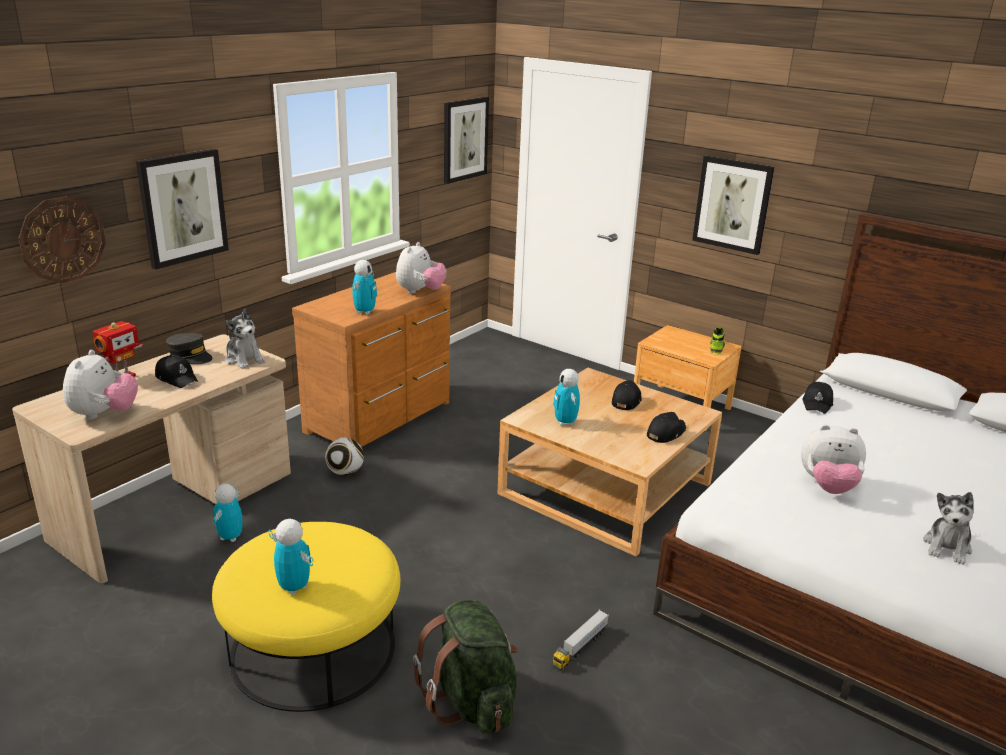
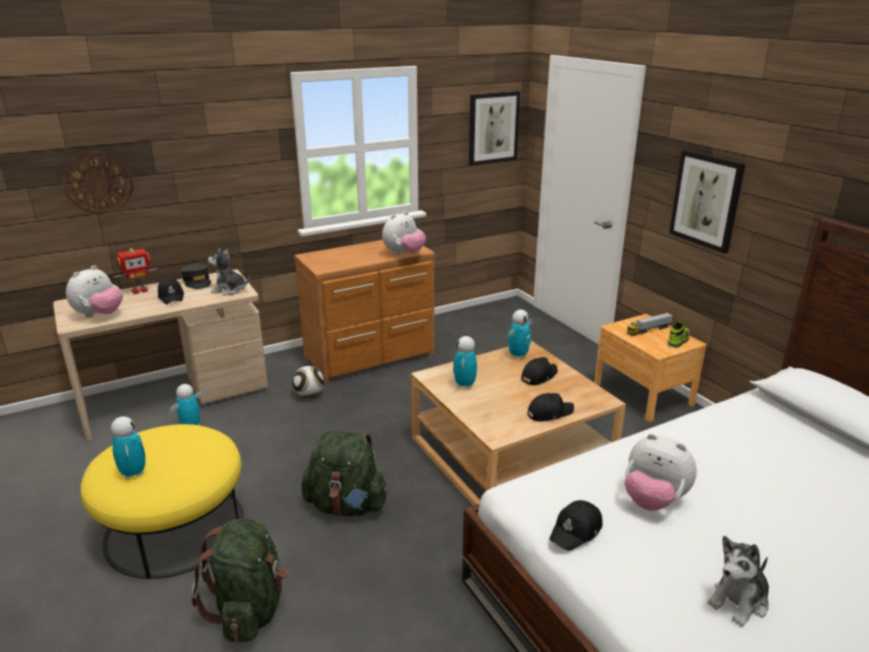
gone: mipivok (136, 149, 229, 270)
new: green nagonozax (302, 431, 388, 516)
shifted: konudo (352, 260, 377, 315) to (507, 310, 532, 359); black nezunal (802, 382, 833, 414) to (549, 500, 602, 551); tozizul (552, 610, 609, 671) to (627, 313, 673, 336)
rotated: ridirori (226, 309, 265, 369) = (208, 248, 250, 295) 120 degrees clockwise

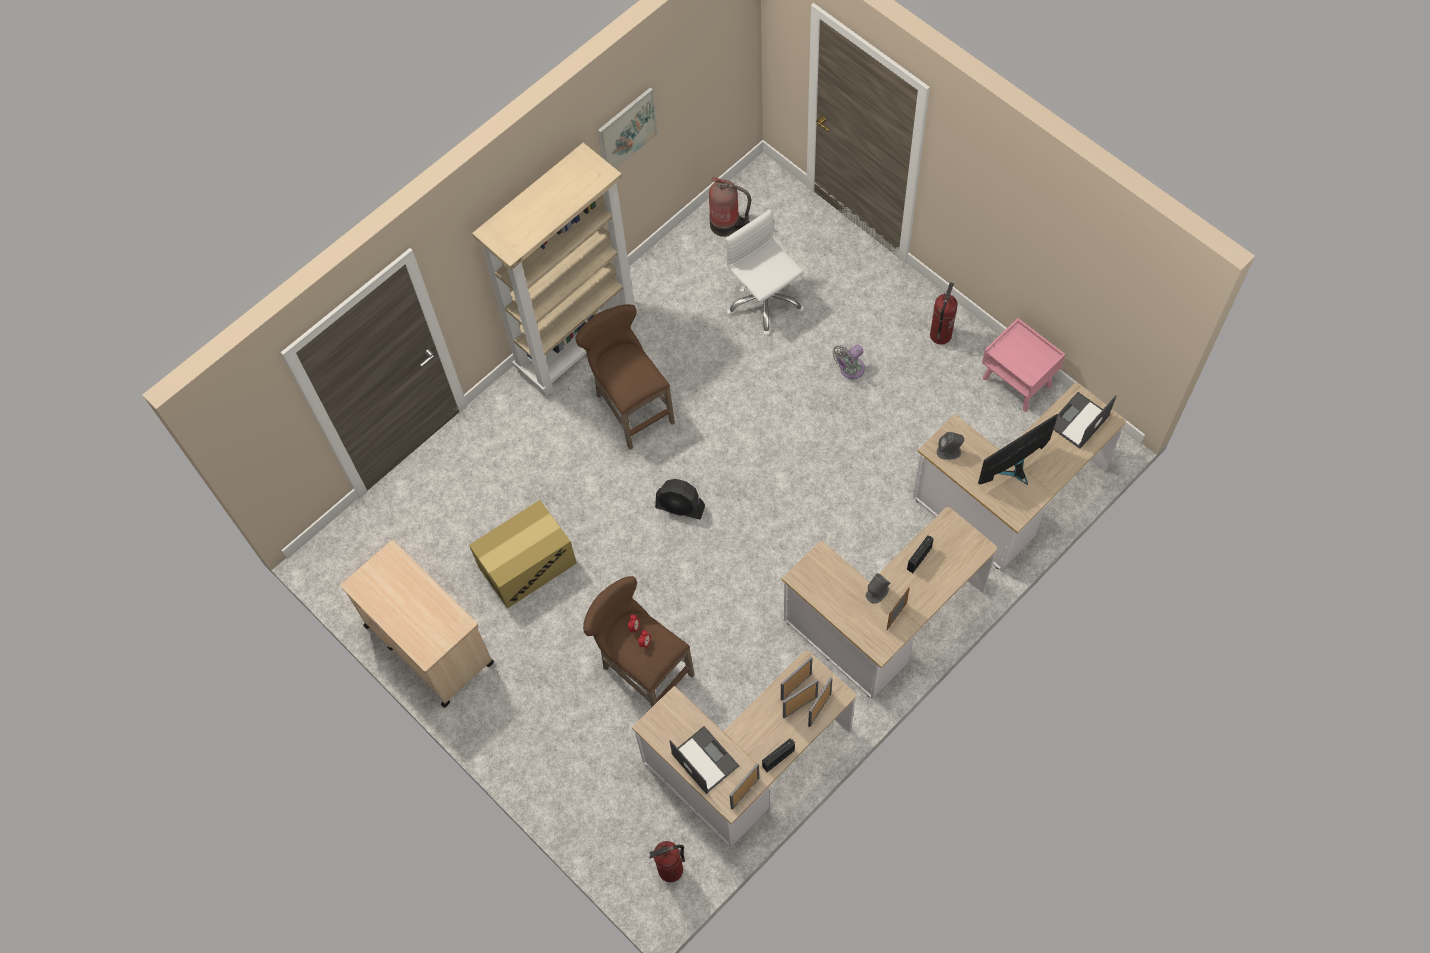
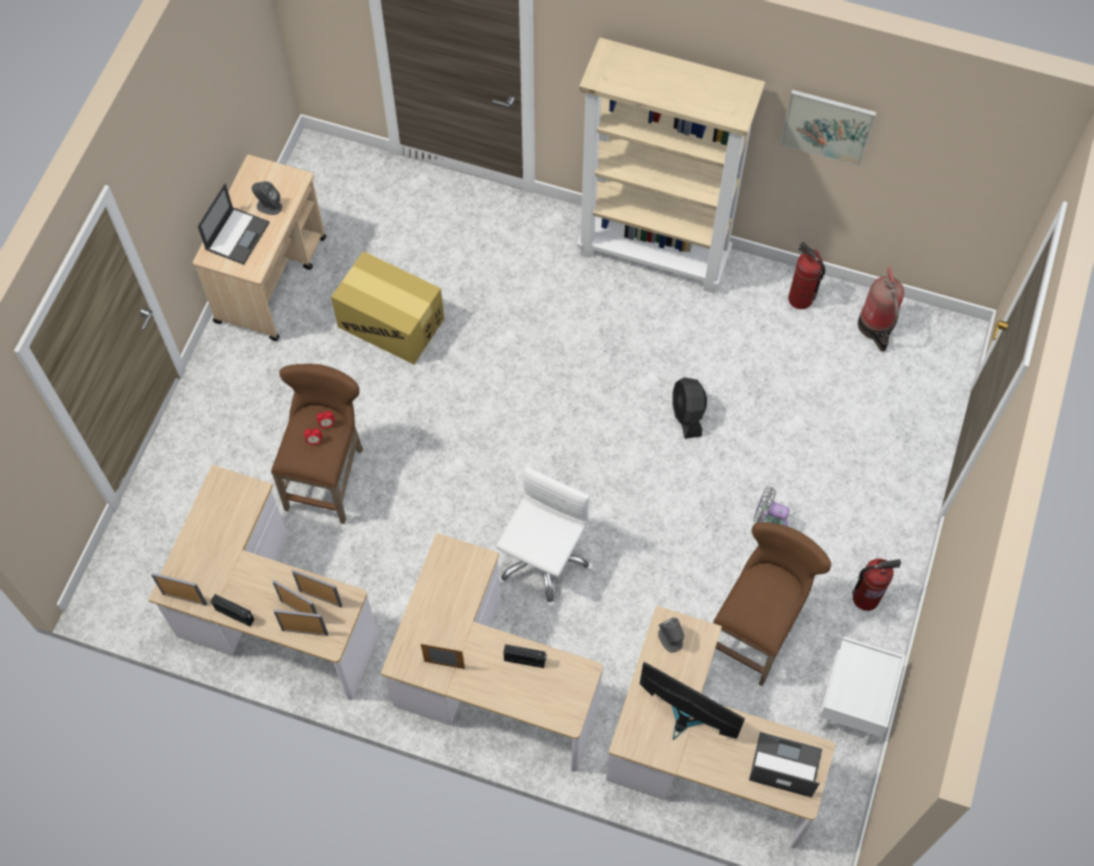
shifted: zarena (669, 726, 739, 794) to (198, 183, 269, 265); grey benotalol (866, 573, 891, 604) to (252, 181, 282, 215); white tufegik (725, 209, 804, 336) to (496, 467, 593, 607); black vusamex (655, 479, 705, 519) to (673, 377, 707, 439); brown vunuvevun (575, 304, 675, 450) to (713, 522, 831, 686); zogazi (649, 841, 685, 882) to (788, 241, 825, 309)
repainted: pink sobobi (982, 318, 1065, 412) to white sobobi (819, 637, 906, 745)

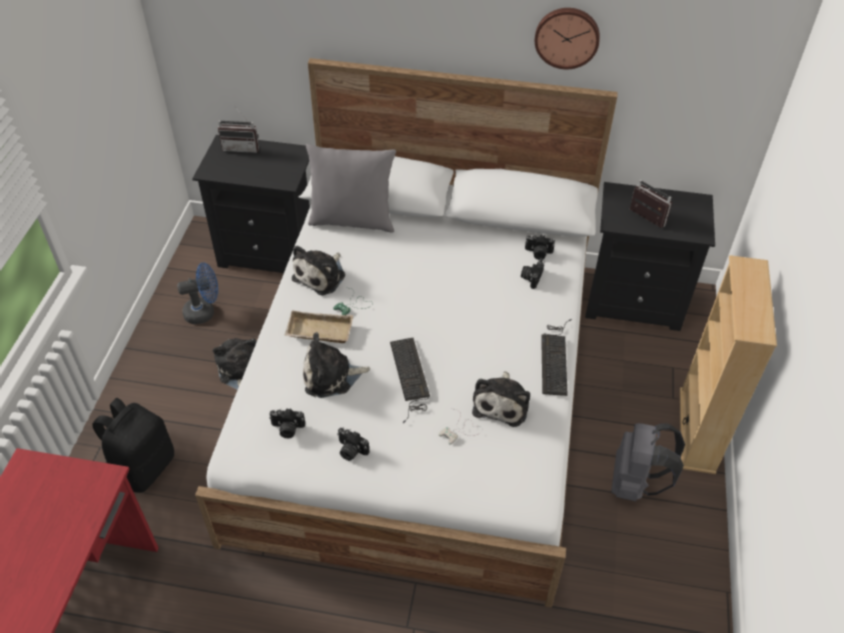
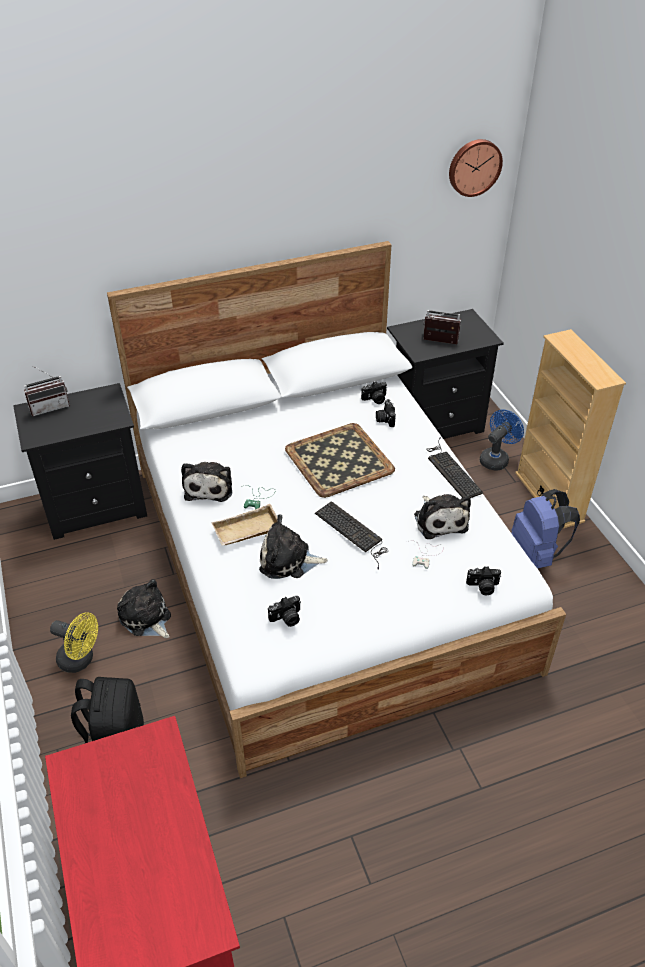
gone: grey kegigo (306, 144, 396, 233)
new: yellow vusamex (50, 612, 98, 673); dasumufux (285, 423, 395, 498)
shifted: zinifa (535, 8, 600, 69) to (449, 139, 503, 197); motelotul (337, 428, 370, 461) to (466, 566, 501, 595); blue vusamex (177, 263, 218, 324) to (480, 410, 524, 471)
repainted: grey nagonozax (611, 423, 685, 502) to blue nagonozax (511, 489, 580, 569)
rotated: ridirori (303, 332, 370, 398) = (259, 514, 328, 579) 45 degrees clockwise

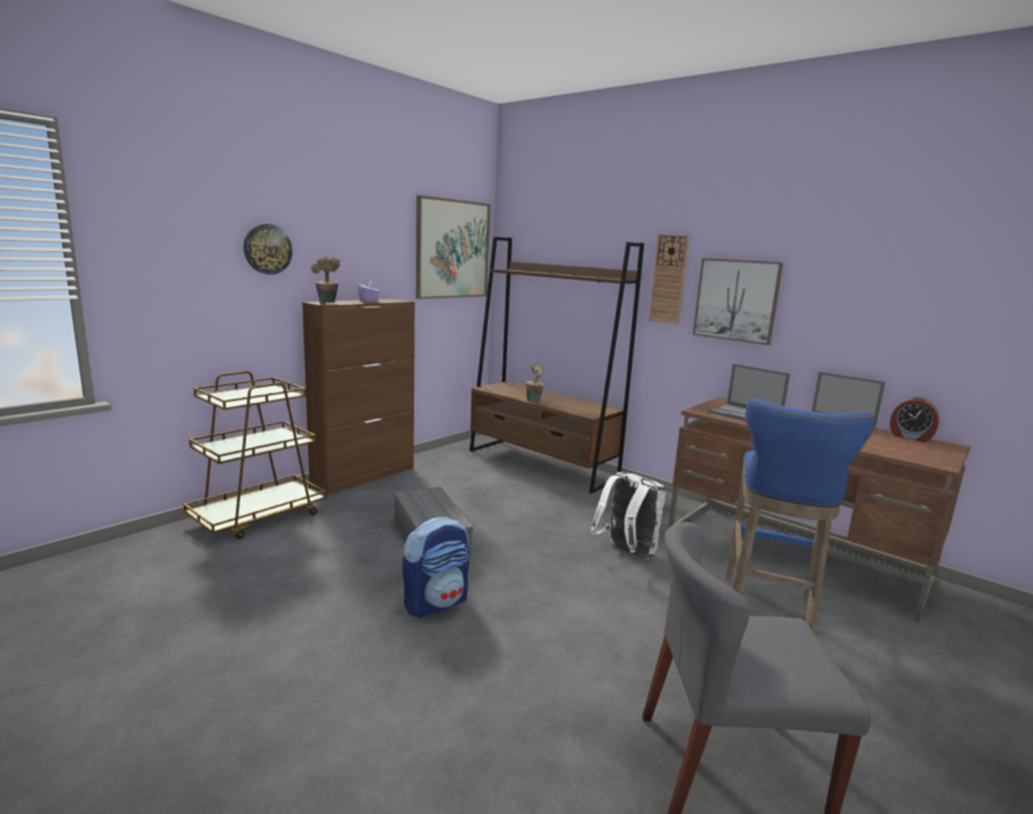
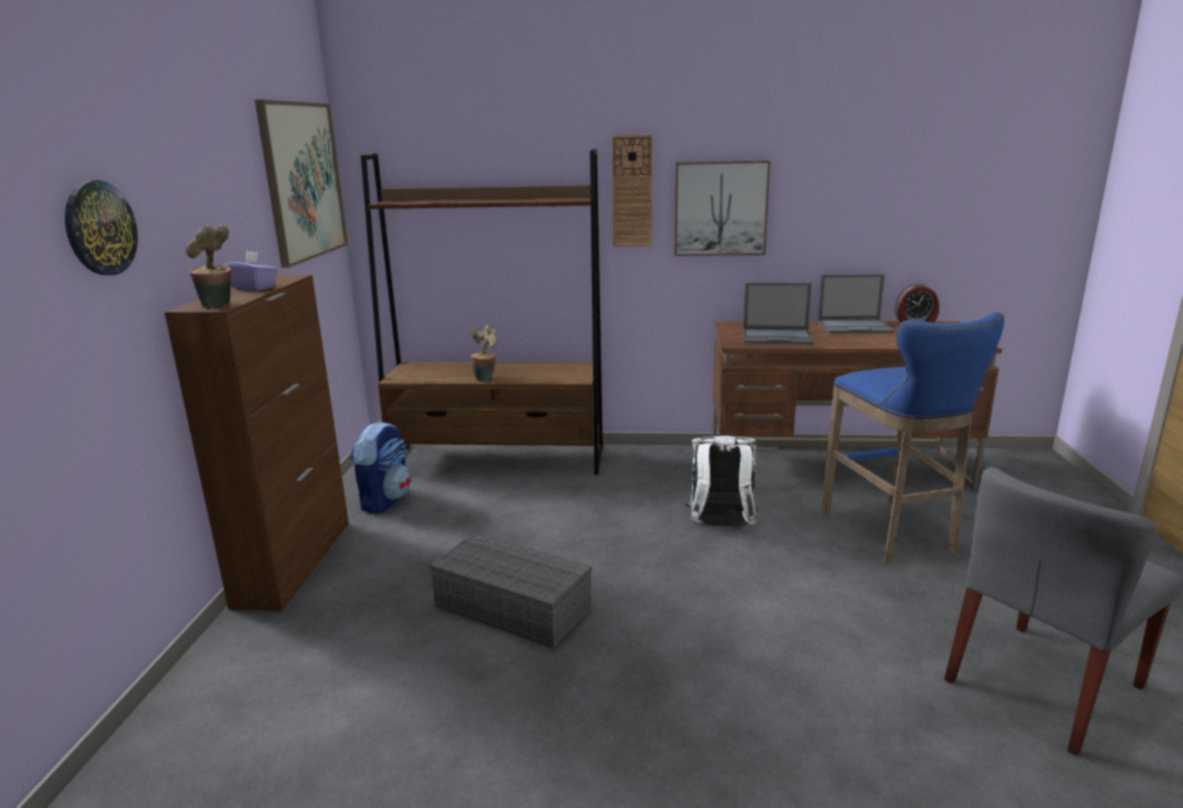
gone: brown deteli (184, 371, 326, 539)
shifted: nagonozax (402, 517, 470, 617) to (350, 421, 411, 514)

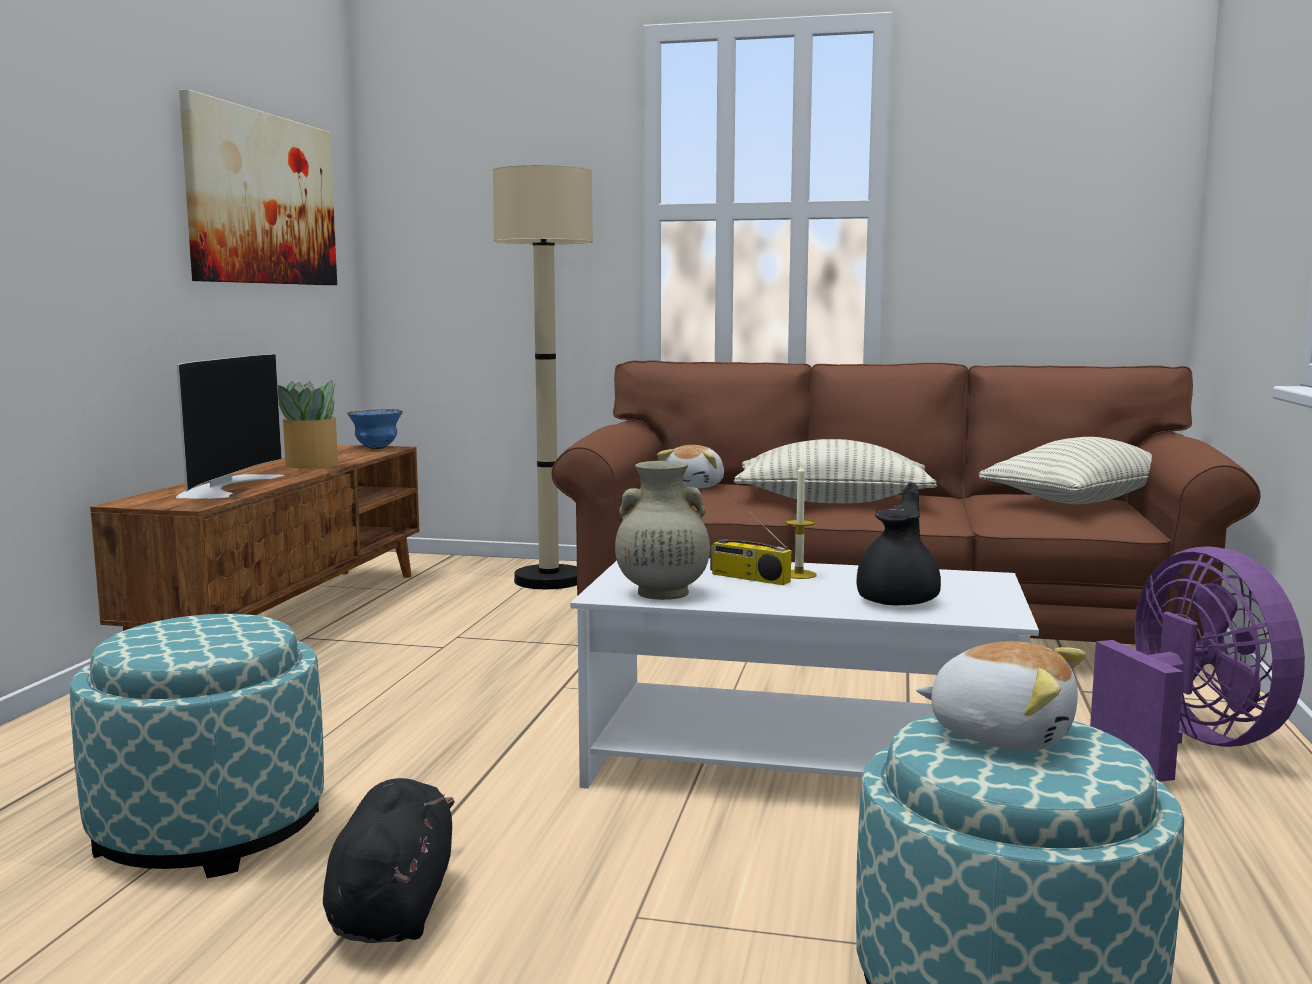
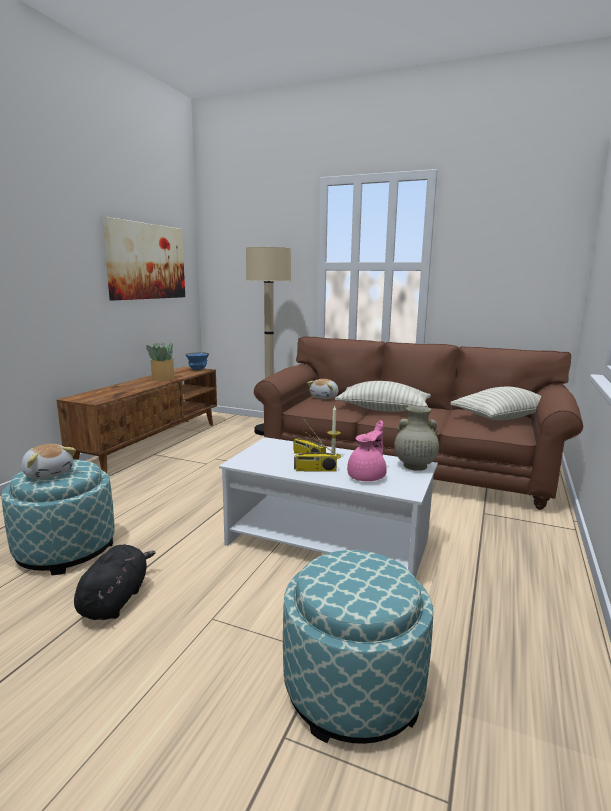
gone: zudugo (176, 354, 284, 499); purple vusamex (1090, 546, 1305, 782)
new: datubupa (294, 430, 337, 472)
shifted: ridirori (916, 641, 1086, 751) to (21, 444, 76, 479); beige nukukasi (615, 461, 710, 600) to (394, 406, 439, 471)
repainted: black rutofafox (857, 482, 941, 605) to pink rutofafox (347, 420, 387, 481)

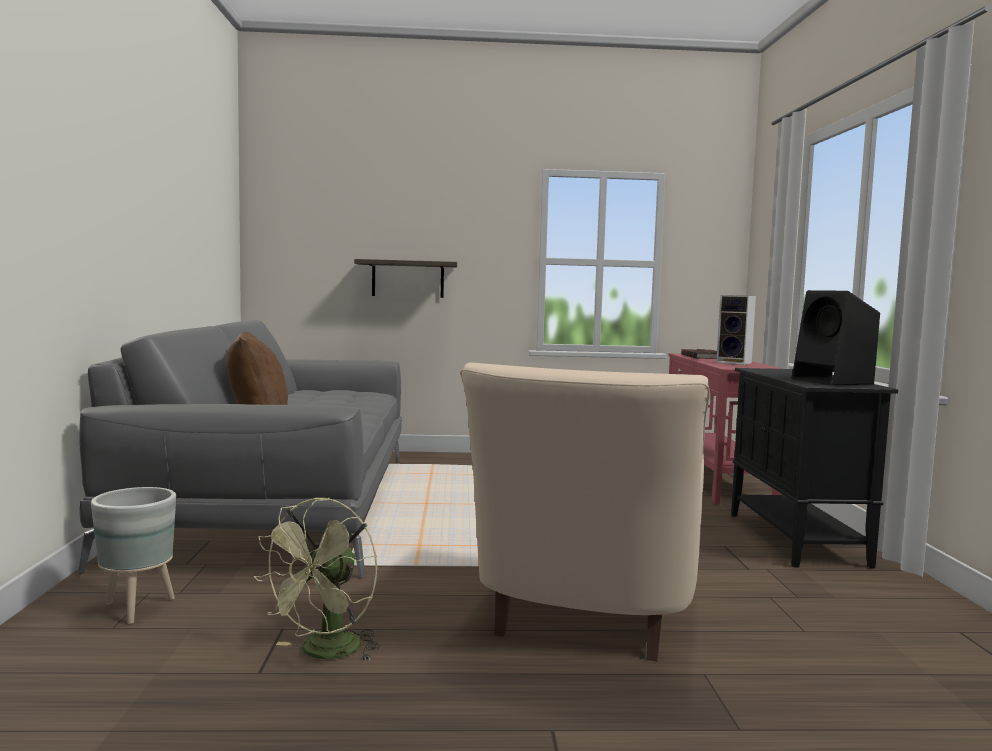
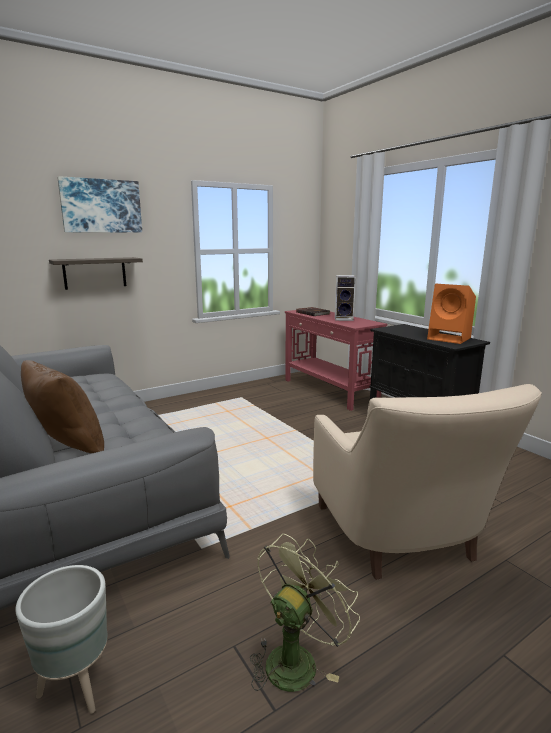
new: mipivok (57, 176, 142, 232)
repainted: black benotalol (792, 290, 880, 386) to orange benotalol (427, 284, 476, 344)
rotated: green vusamex (253, 498, 381, 661) = (250, 534, 360, 692) 135 degrees counterclockwise

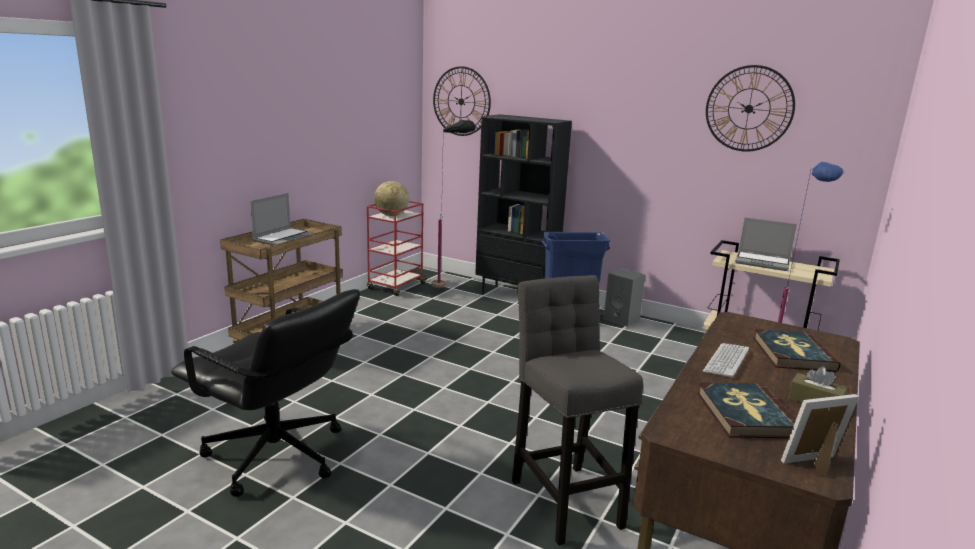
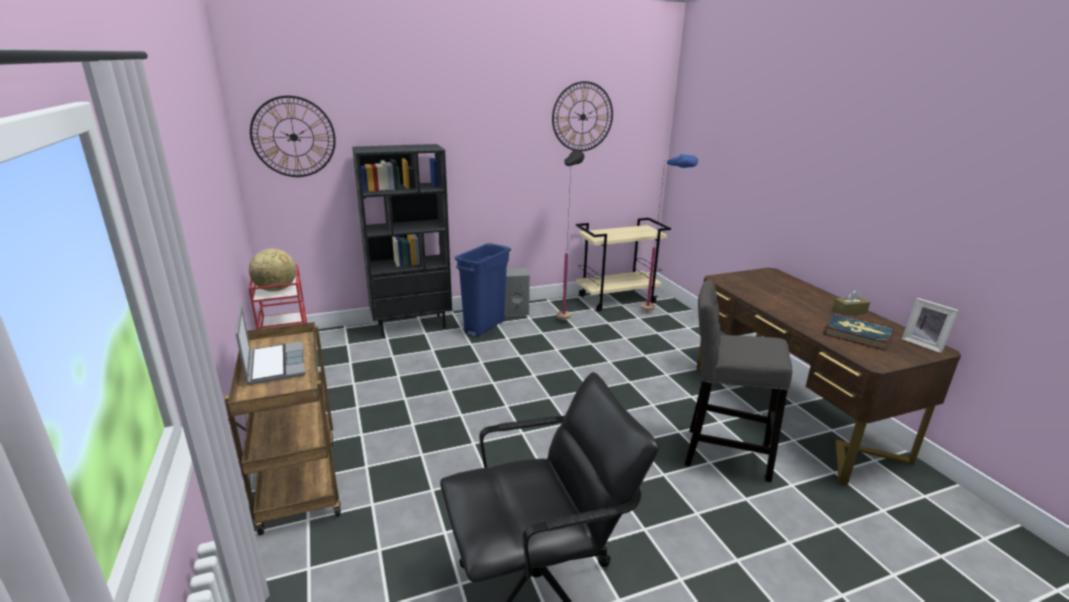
gone: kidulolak (703, 343, 749, 378); zarena (735, 217, 797, 271); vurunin (753, 329, 840, 372)
shifted: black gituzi (431, 120, 475, 290) to (556, 150, 584, 321)
rotated: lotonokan (781, 394, 859, 475) = (902, 298, 959, 353) 60 degrees counterclockwise

